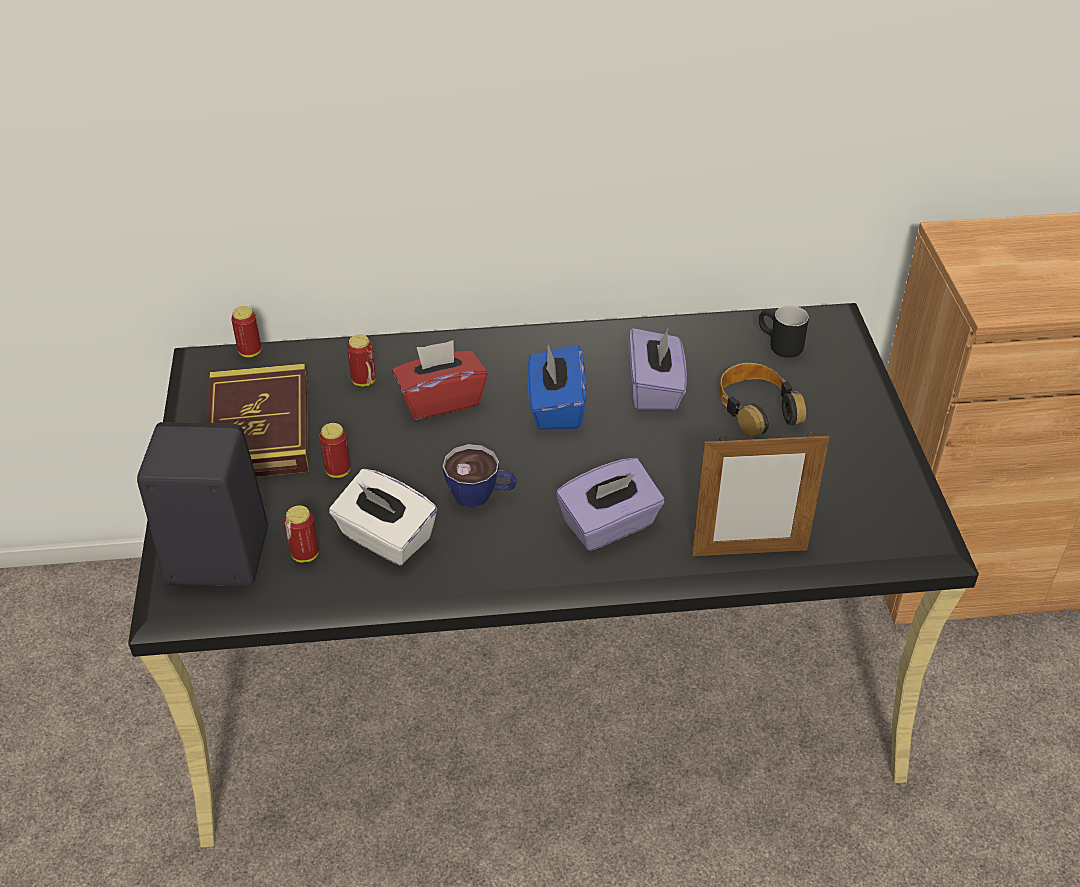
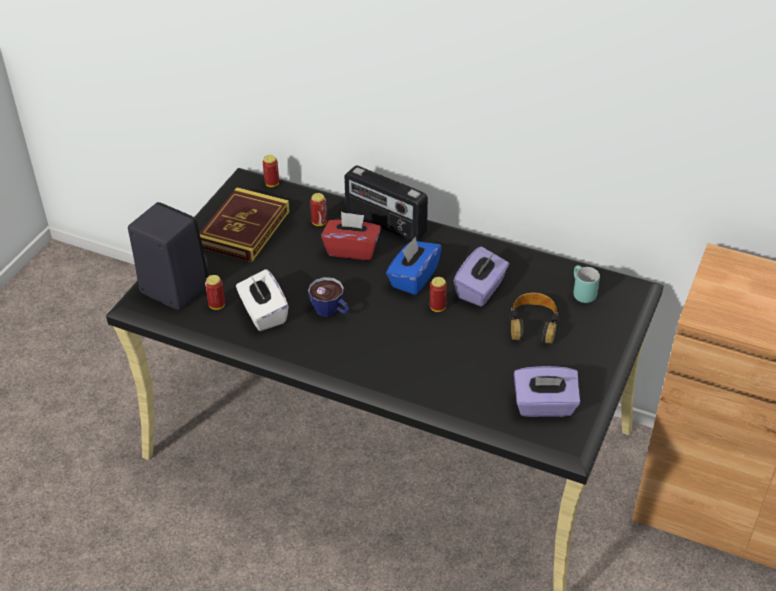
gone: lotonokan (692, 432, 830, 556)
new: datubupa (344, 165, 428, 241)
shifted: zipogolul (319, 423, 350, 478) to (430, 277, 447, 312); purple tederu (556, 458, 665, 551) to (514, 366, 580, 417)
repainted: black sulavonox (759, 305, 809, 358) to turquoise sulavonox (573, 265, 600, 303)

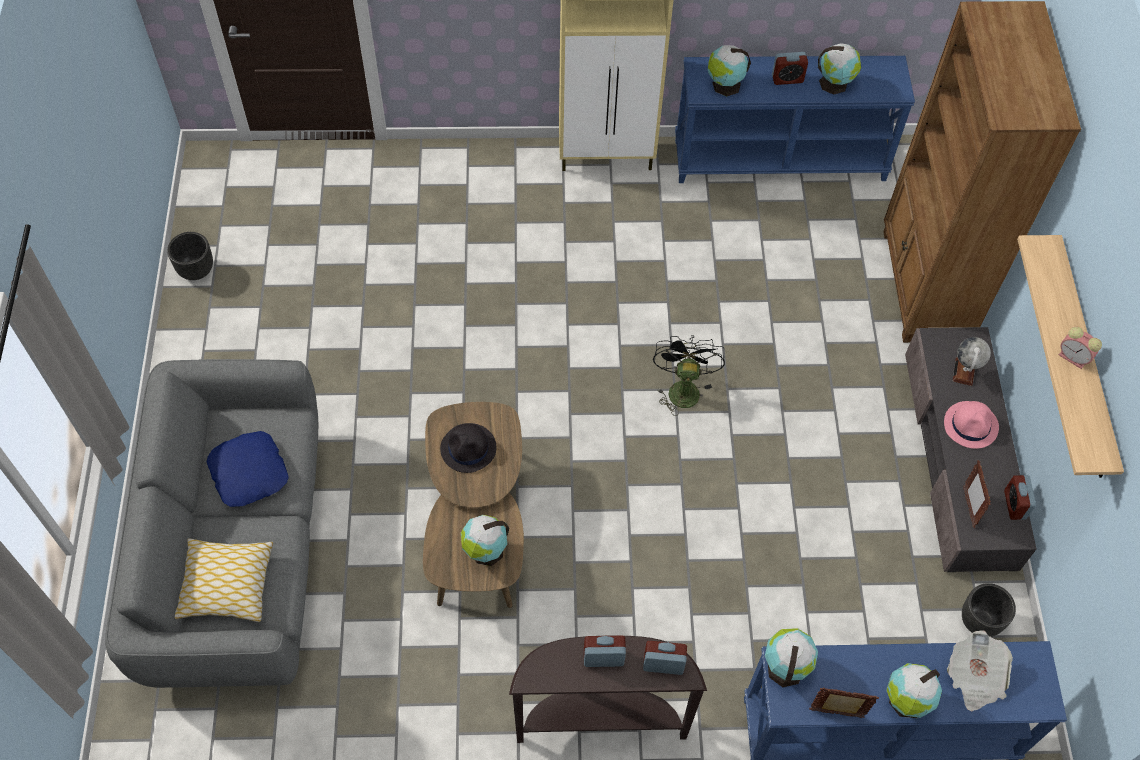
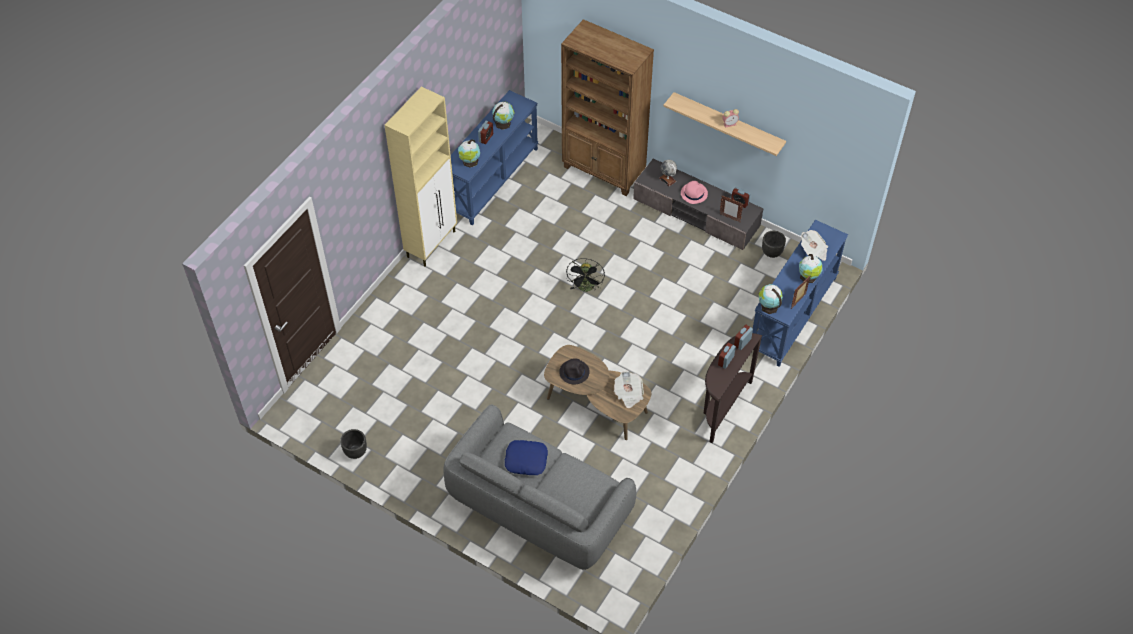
gone: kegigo (175, 538, 273, 622)
swapped: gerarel (461, 515, 509, 566) to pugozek (614, 371, 644, 408)
rotated: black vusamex (653, 335, 725, 416) = (566, 258, 605, 292) 120 degrees counterclockwise

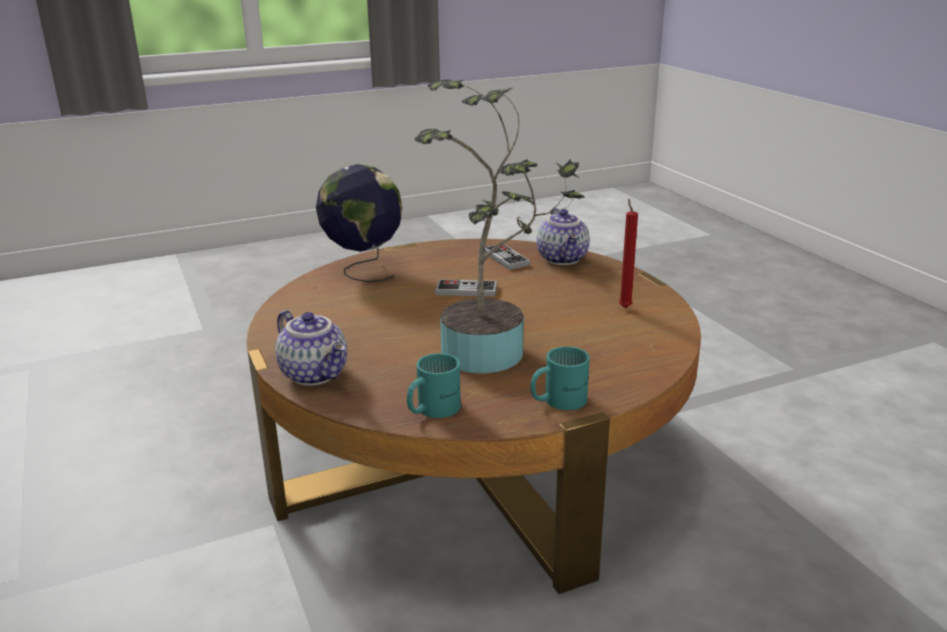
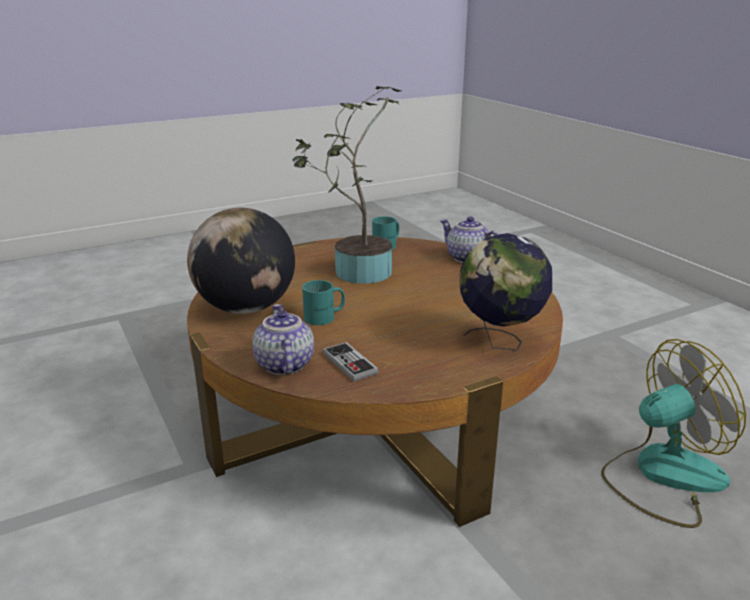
gone: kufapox (435, 280, 497, 297)
new: vusamex (601, 339, 746, 528)
shifted: turquoise sulavonox (530, 346, 590, 410) to (302, 280, 345, 325)
swapped: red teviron (619, 198, 638, 308) to gerarel (187, 208, 295, 314)

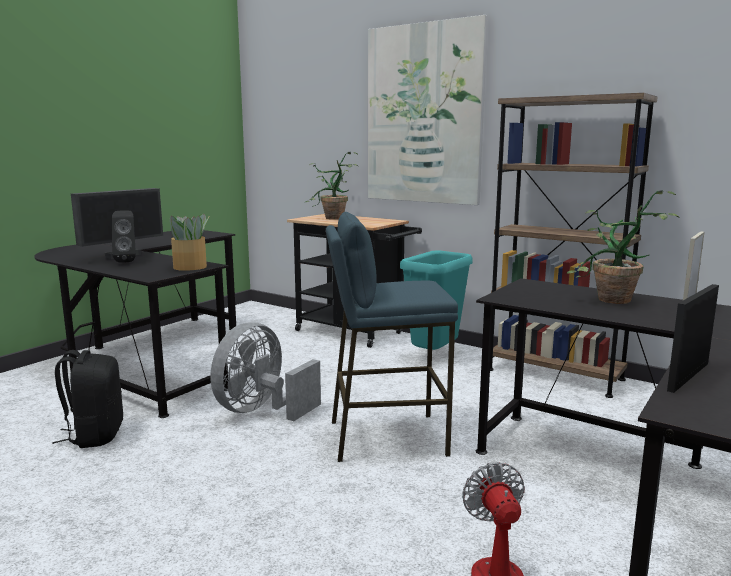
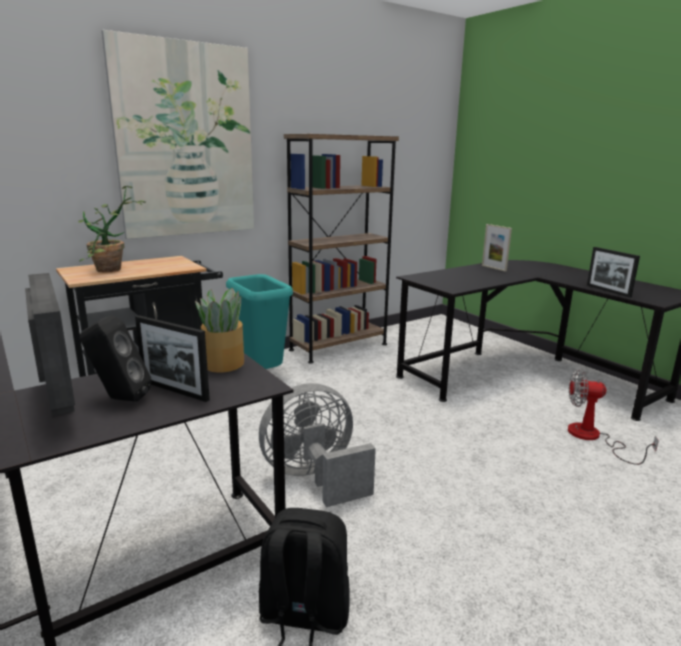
gone: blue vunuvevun (326, 212, 458, 462); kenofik (567, 190, 680, 304)
new: lotonokan (135, 315, 210, 402)
rotated: grey vusamex (211, 322, 321, 421) = (259, 383, 376, 507) 105 degrees clockwise

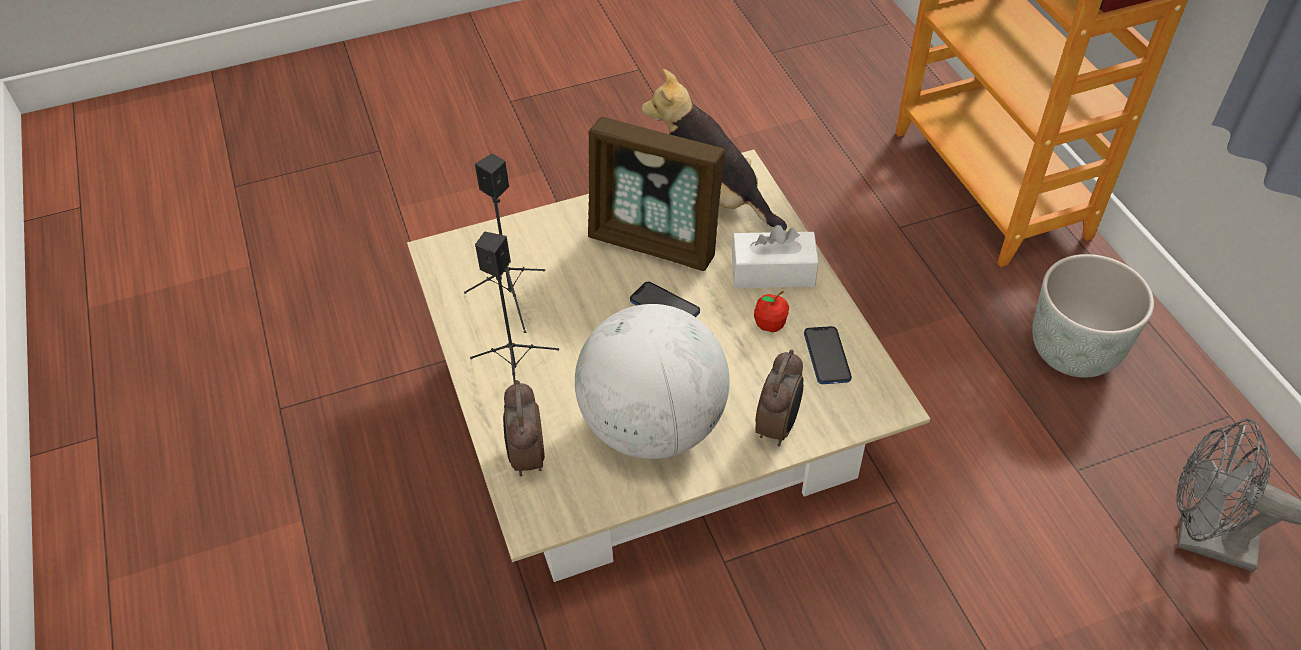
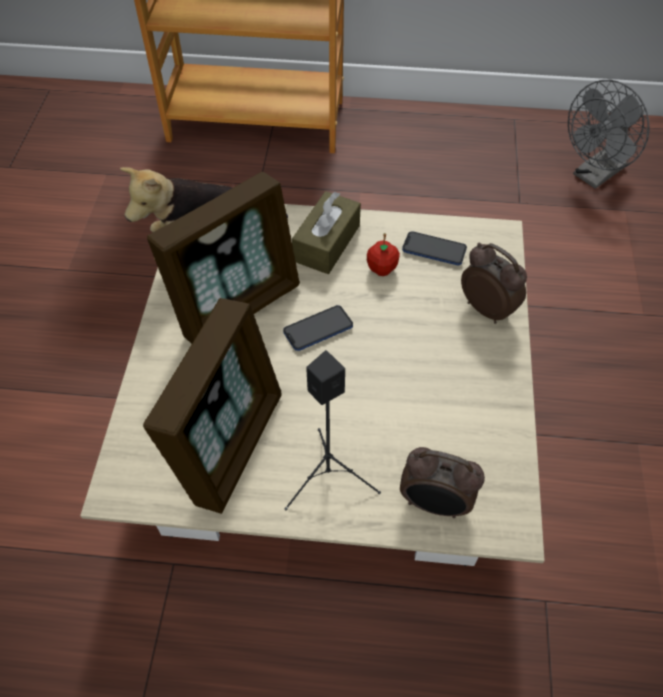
gone: gerarel (575, 304, 729, 459); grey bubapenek (1032, 254, 1154, 378)
swapped: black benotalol (464, 153, 545, 333) to lotonokan (143, 298, 281, 514)
repainted: white tederu (732, 225, 819, 288) to brown tederu (292, 191, 361, 274)

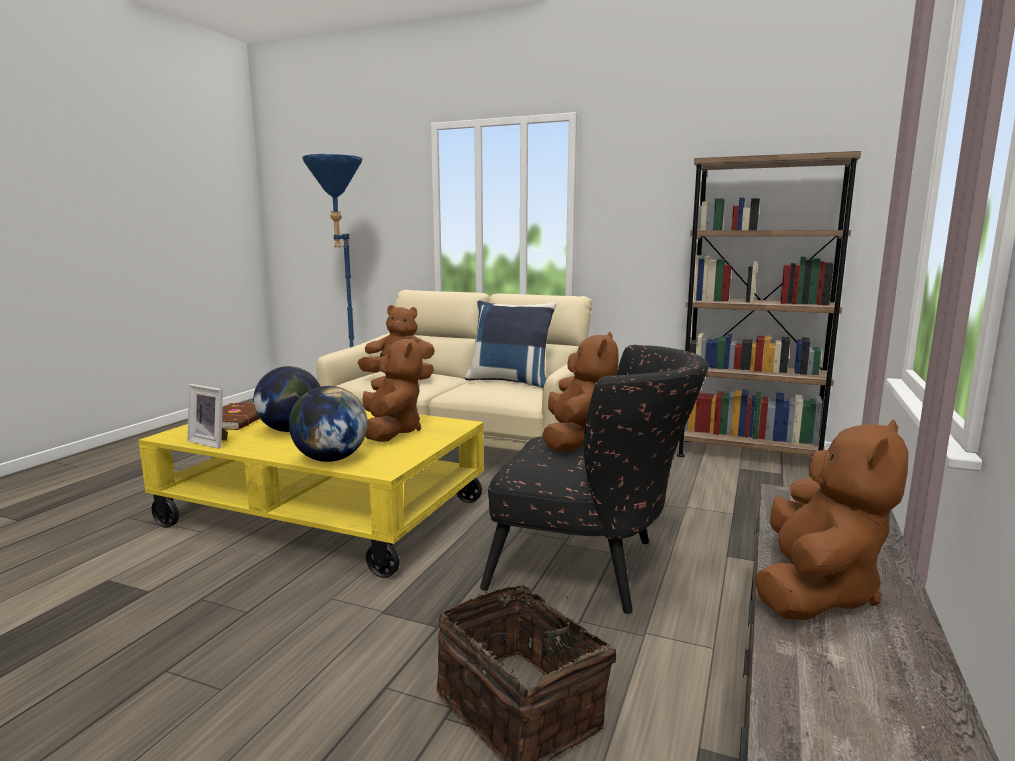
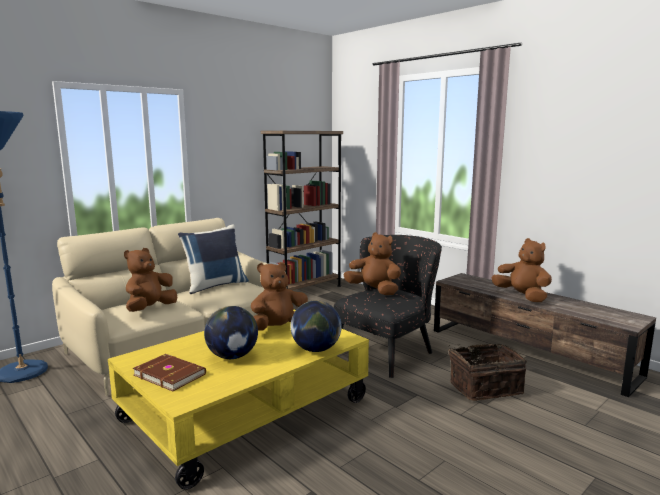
gone: lotonokan (187, 384, 228, 449)
rotated: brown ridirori (363, 336, 423, 442) = (251, 262, 308, 331) 45 degrees counterclockwise

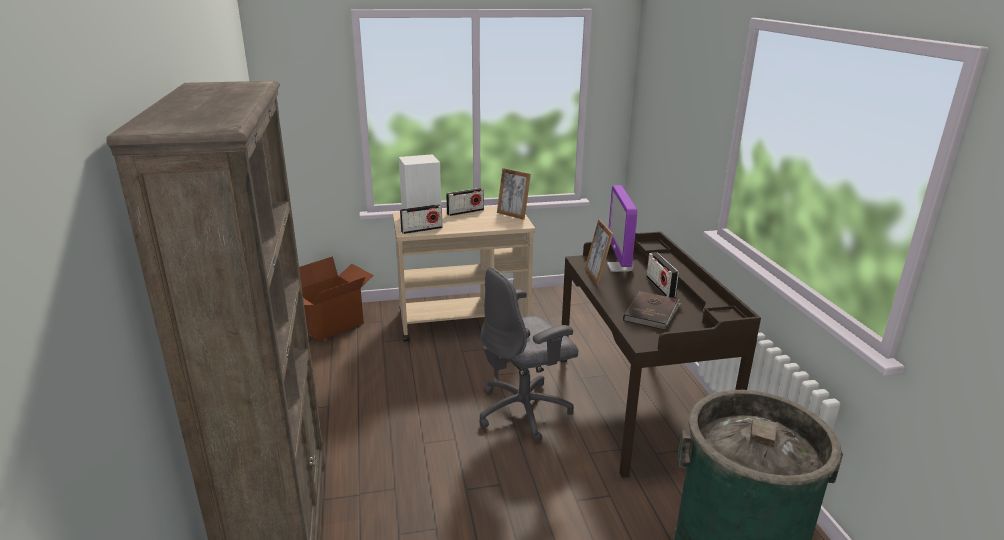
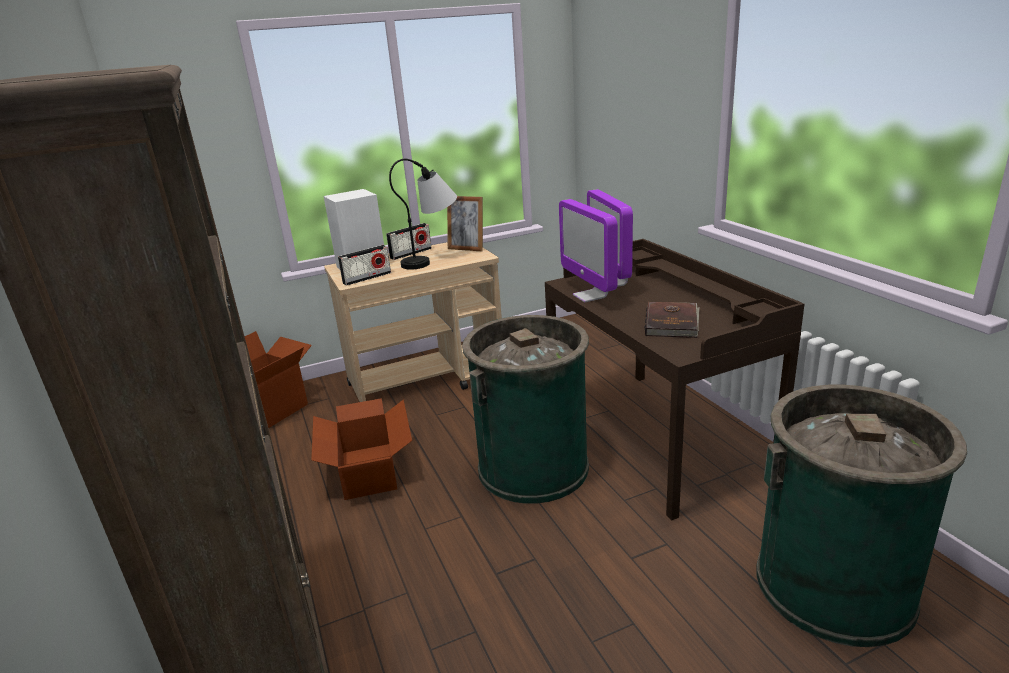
gone: datubupa (646, 252, 679, 298)
new: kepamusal (311, 398, 412, 500); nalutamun (389, 159, 457, 270)
swapped: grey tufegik (479, 267, 578, 443) to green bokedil (462, 315, 589, 504); lotonokan (585, 219, 613, 286) to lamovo (559, 199, 618, 302)

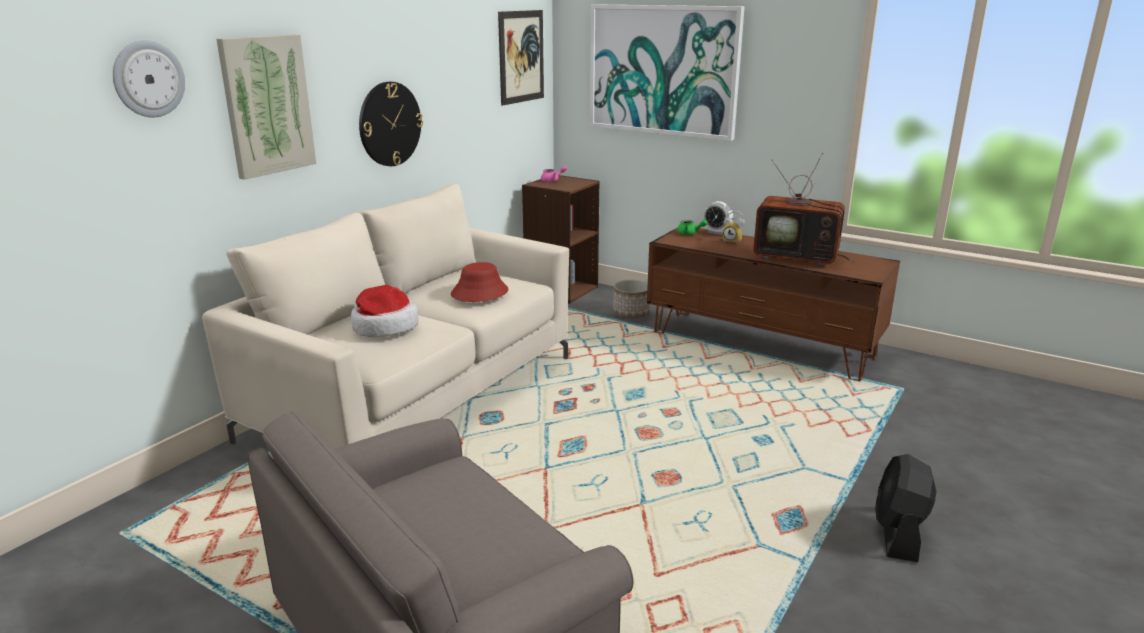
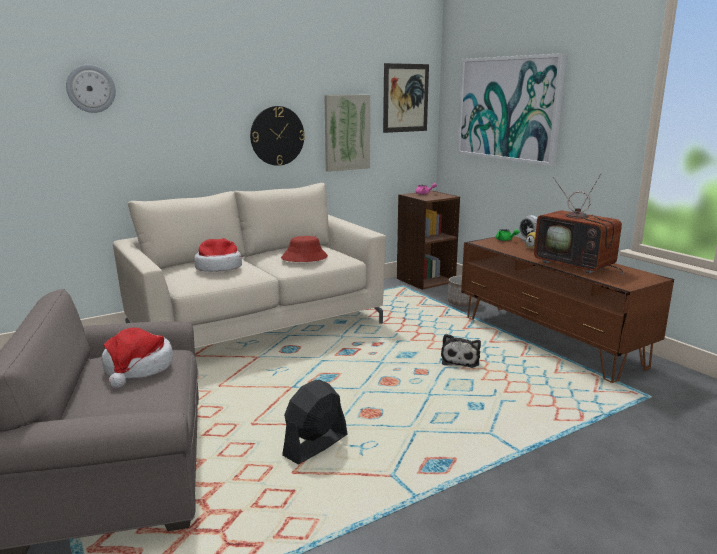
new: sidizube (102, 328, 173, 389); ridirori (441, 334, 481, 368)
shifted: black vusamex (875, 454, 936, 562) to (282, 380, 347, 465); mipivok (216, 34, 316, 180) to (324, 95, 370, 172)

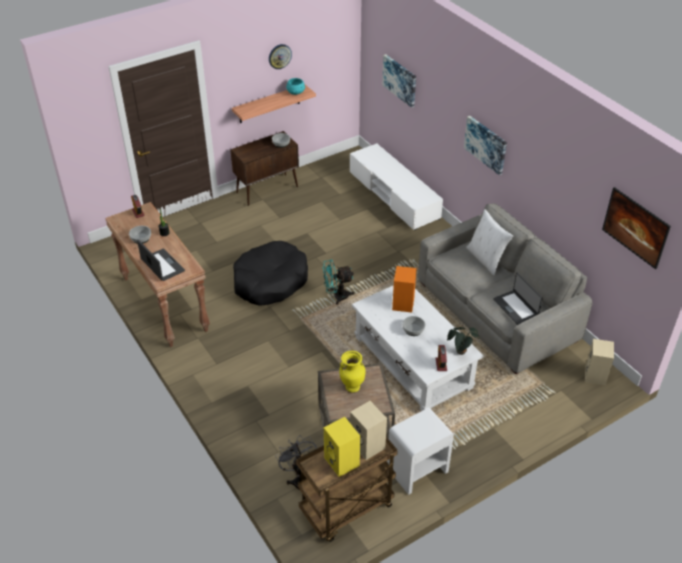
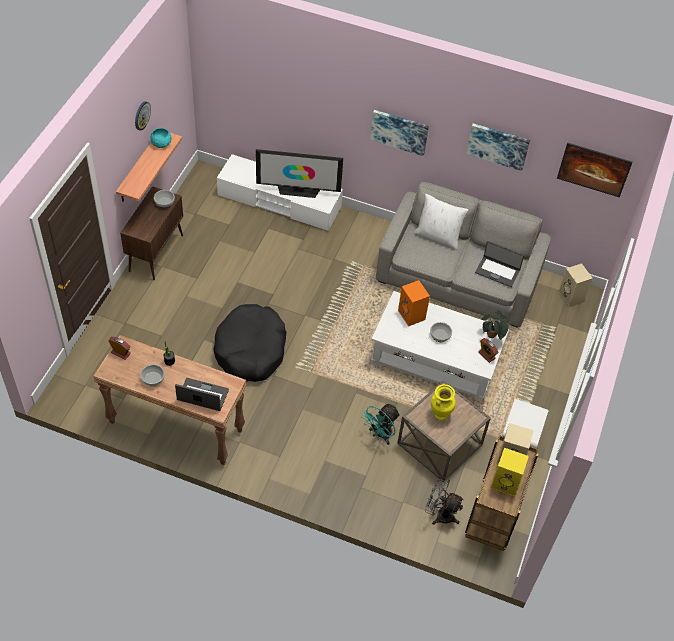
new: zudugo (256, 149, 343, 198)
shifted: turquoise vusamex (322, 259, 354, 305) to (361, 404, 400, 445); mipivok (382, 54, 416, 108) to (466, 123, 530, 171)

